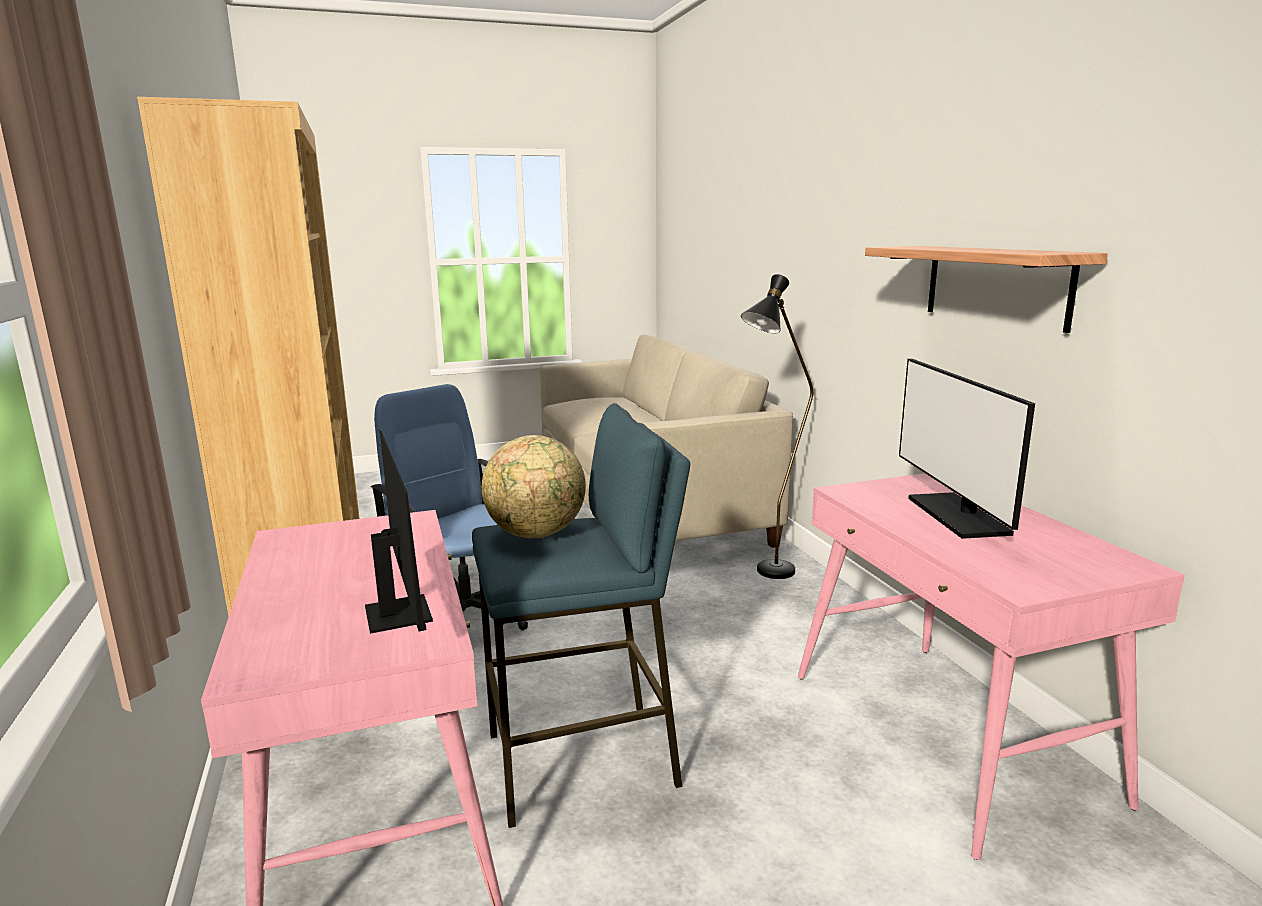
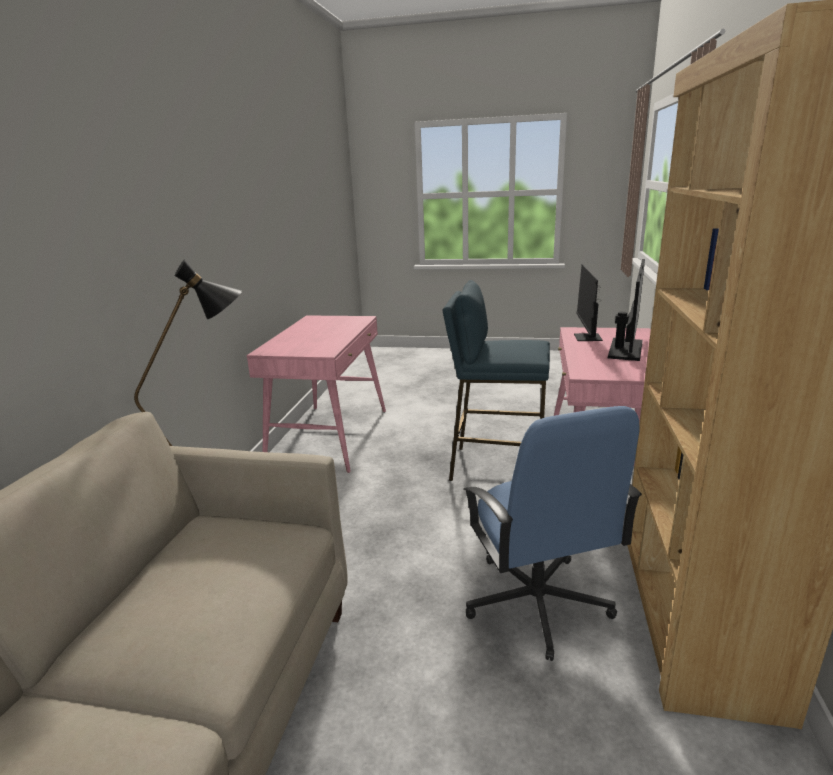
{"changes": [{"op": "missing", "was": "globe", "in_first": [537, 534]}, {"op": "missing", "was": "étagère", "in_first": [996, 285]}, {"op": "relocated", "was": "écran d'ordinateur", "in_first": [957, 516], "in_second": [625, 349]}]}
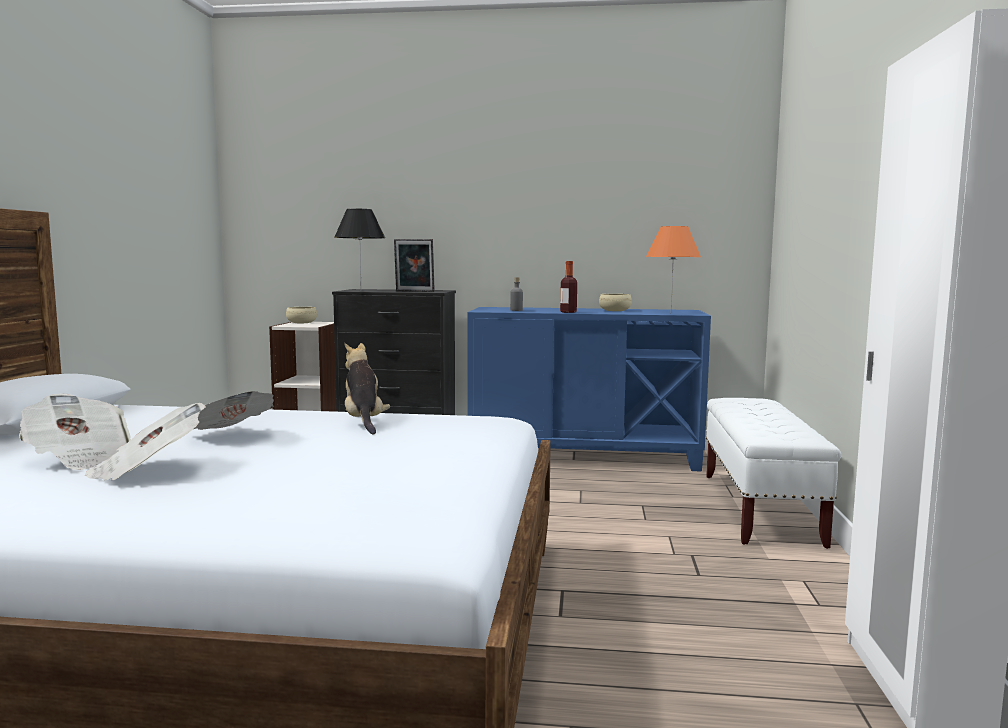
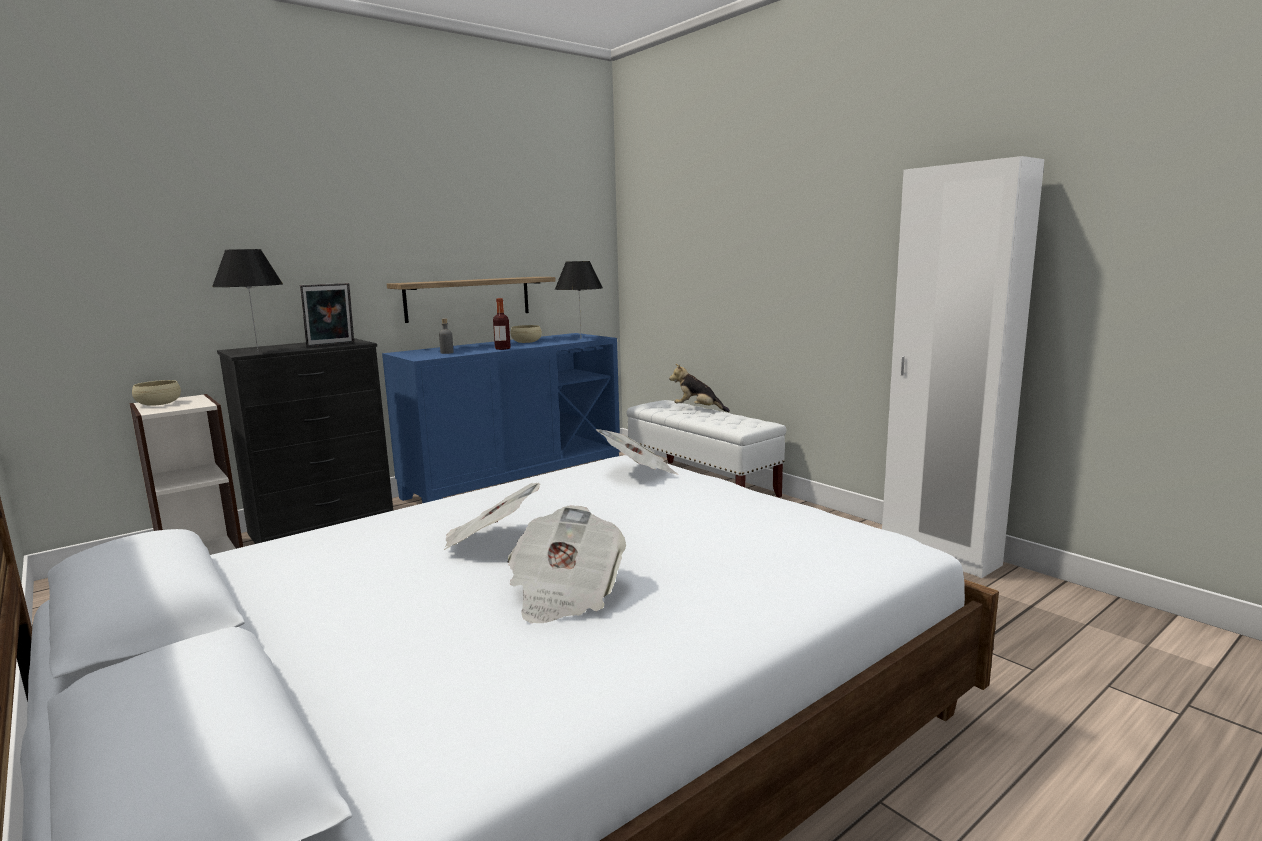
{"changes": [{"op": "appeared", "now": "étagère", "in_second": [468, 298]}, {"op": "relocated", "was": "journal", "in_first": [79, 457], "in_second": [638, 472]}, {"op": "relocated", "was": "peluche", "in_first": [364, 422], "in_second": [698, 409]}, {"op": "colour", "was": "lampe de table (orange)", "now": "lampe de table (noir)", "in_first": [671, 313], "in_second": [580, 339]}]}
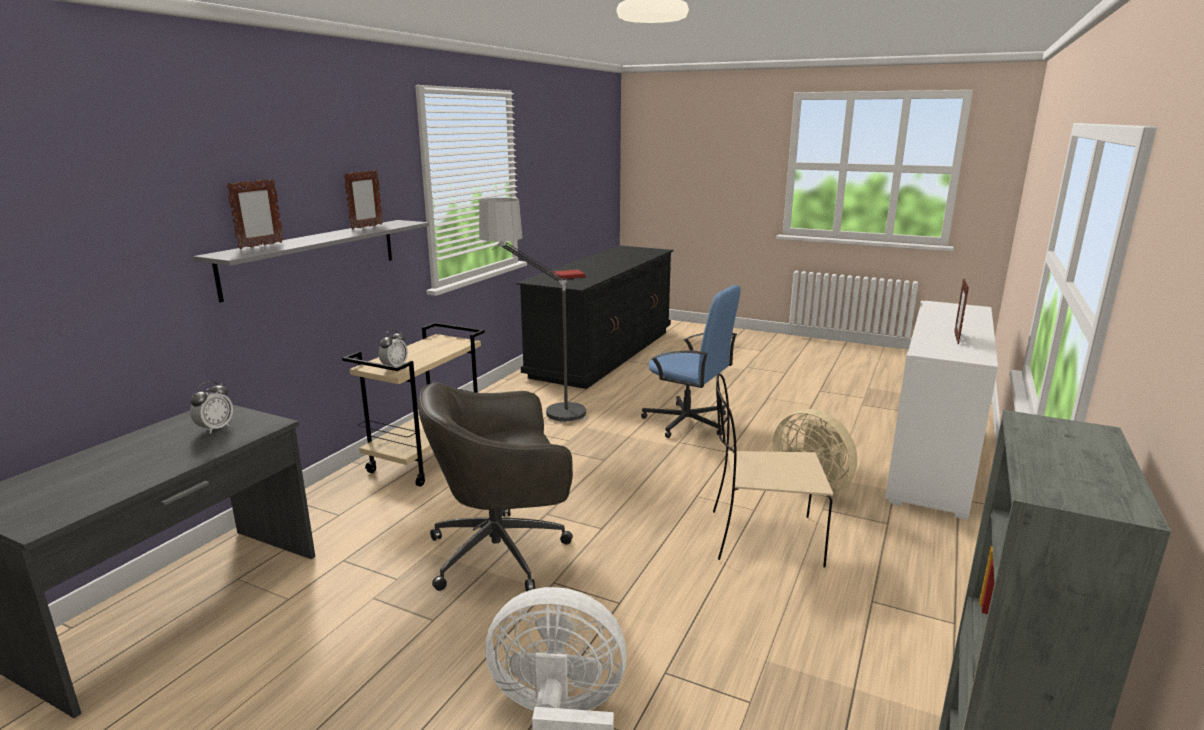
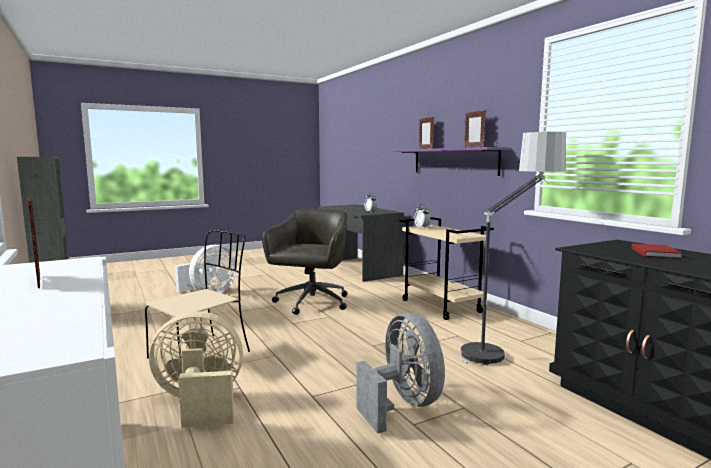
{"changes": [{"op": "exchanged", "was": "chaise de bureau (bleu)", "now": "ventilateur (gris)", "in_first": [687, 422], "in_second": [402, 405]}, {"op": "colour", "was": "étagère (gris)", "now": "étagère (violet)", "in_first": [313, 257], "in_second": [453, 161]}]}
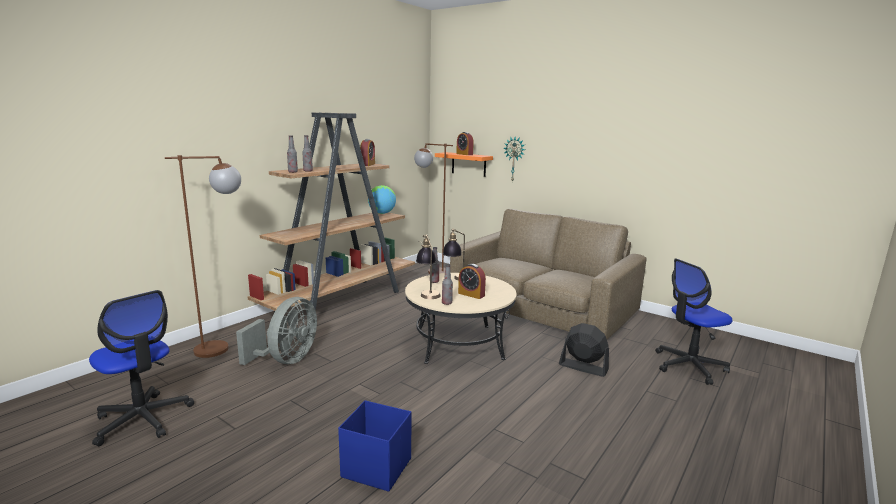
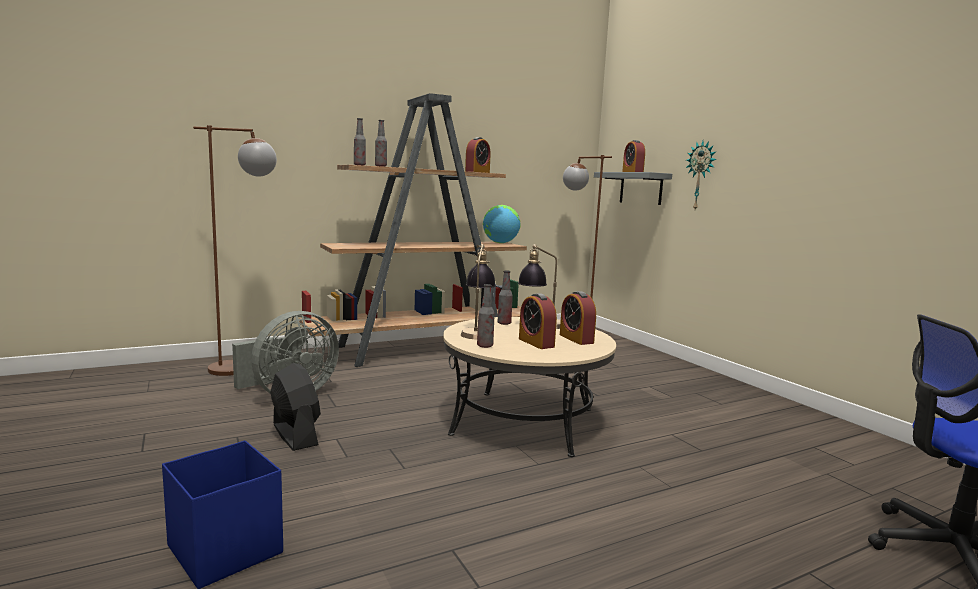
{"changes": [{"op": "missing", "was": "chaise de bureau", "in_first": [143, 419]}, {"op": "missing", "was": "canapé (marron)", "in_first": [541, 307]}, {"op": "appeared", "now": "réveil", "in_second": [576, 339]}, {"op": "relocated", "was": "ventilateur (noir)", "in_first": [583, 367], "in_second": [295, 434]}, {"op": "colour", "was": "étagère (orange)", "now": "étagère (gris)", "in_first": [468, 164], "in_second": [641, 188]}]}
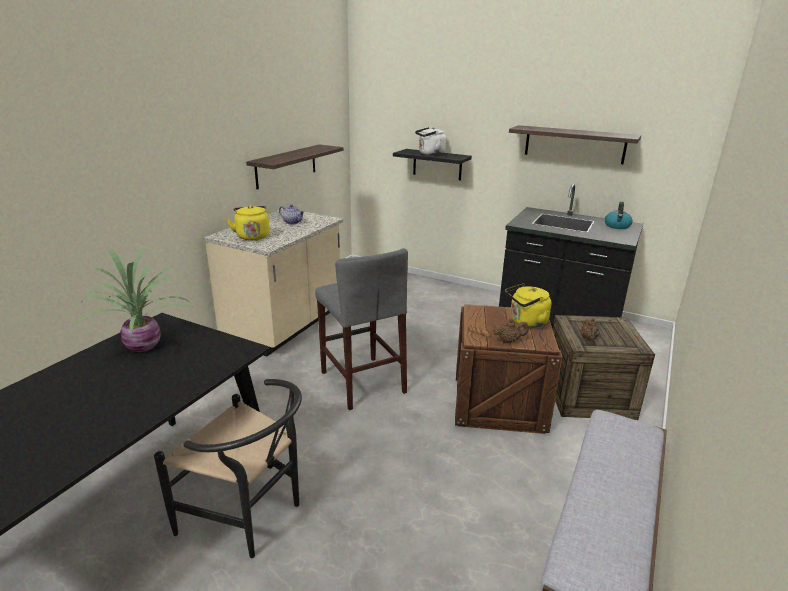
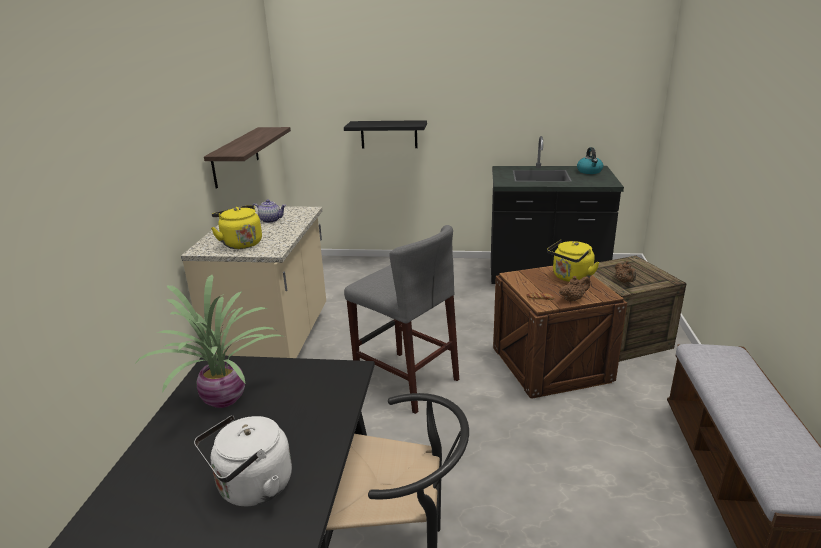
{"changes": [{"op": "missing", "was": "étagère", "in_first": [574, 144]}, {"op": "relocated", "was": "bouilloire (blanc)", "in_first": [430, 154], "in_second": [251, 488]}]}
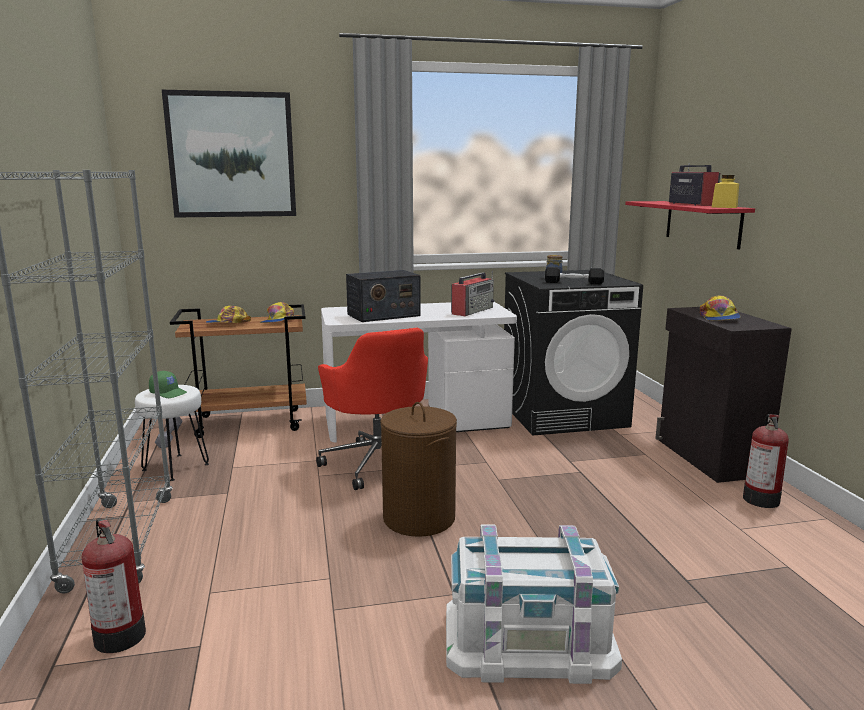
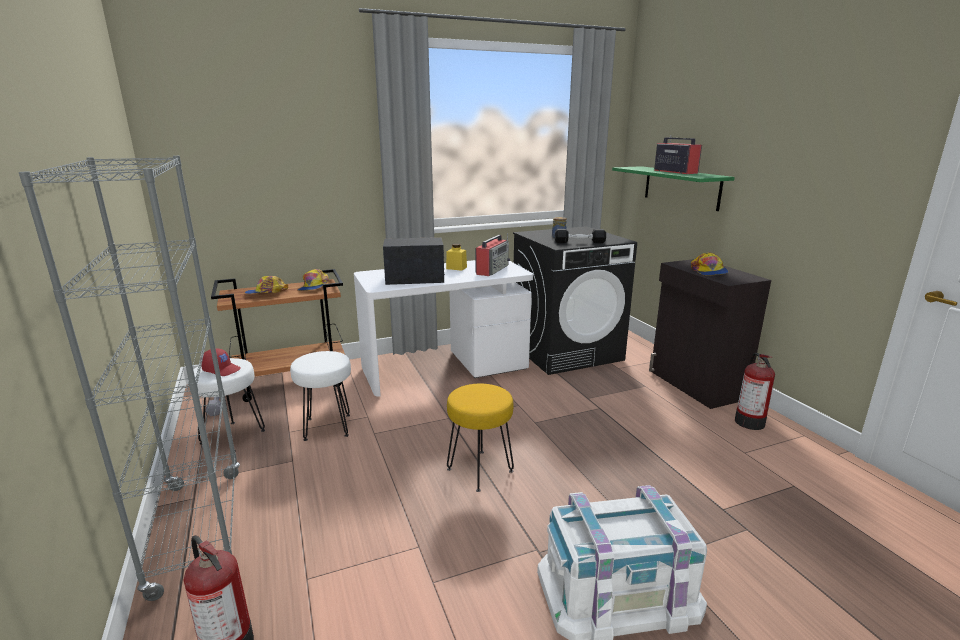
{"changes": [{"op": "missing", "was": "tableau", "in_first": [232, 155]}, {"op": "missing", "was": "chaise de bureau (rouge)", "in_first": [378, 462]}, {"op": "appeared", "now": "tabouret (blanc)", "in_second": [328, 427]}, {"op": "relocated", "was": "bocal (jaune)", "in_first": [724, 207], "in_second": [456, 268]}, {"op": "exchanged", "was": "panier à linge (marron)", "now": "tabouret (jaune)", "in_first": [418, 518], "in_second": [479, 470]}, {"op": "colour", "was": "casquette (vert)", "now": "casquette (rouge)", "in_first": [169, 393], "in_second": [222, 369]}, {"op": "colour", "was": "étagère (rouge)", "now": "étagère (vert)", "in_first": [702, 223], "in_second": [681, 187]}, {"op": "spun", "was": "radio", "in_first": [383, 315], "in_second": [415, 278], "clockwise": -150}]}
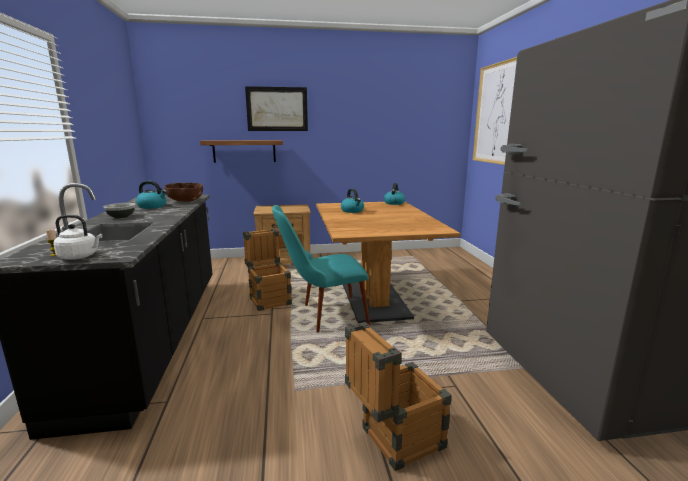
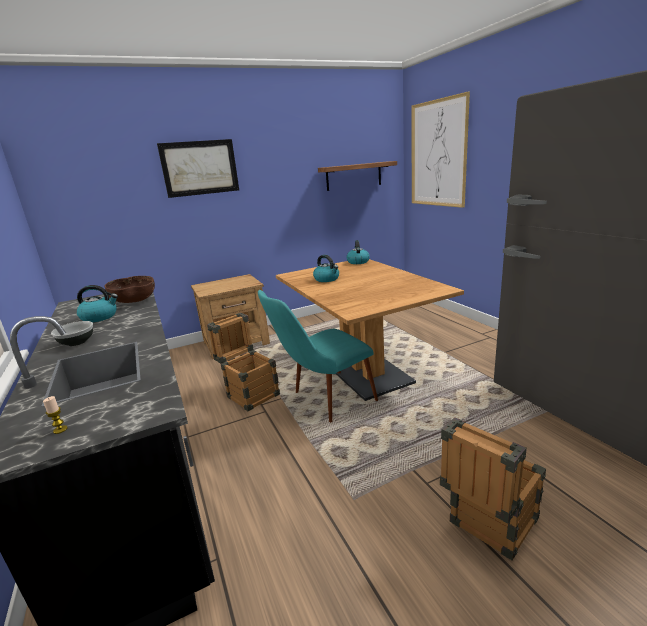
{"changes": [{"op": "missing", "was": "bouilloire (blanc)", "in_first": [80, 257]}, {"op": "relocated", "was": "étagère", "in_first": [244, 151], "in_second": [354, 176]}]}
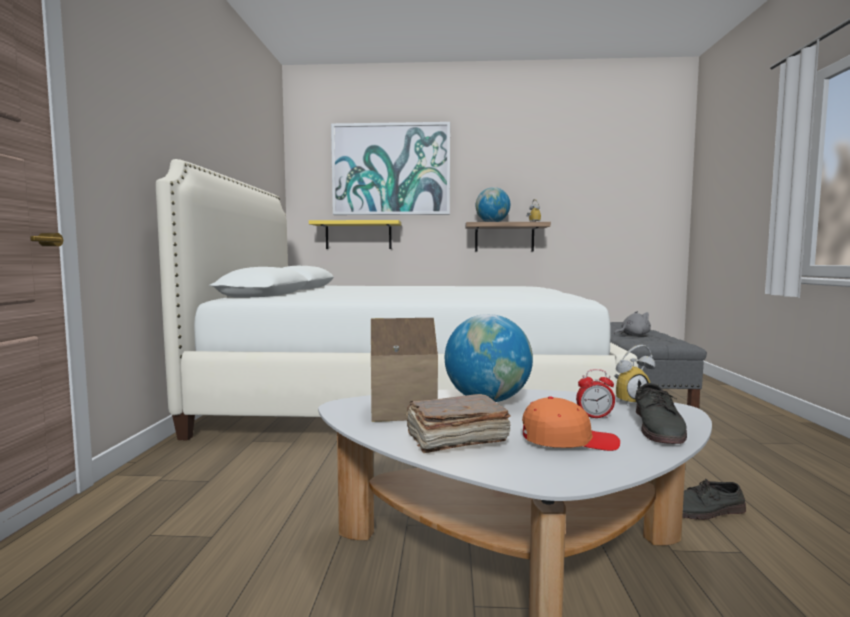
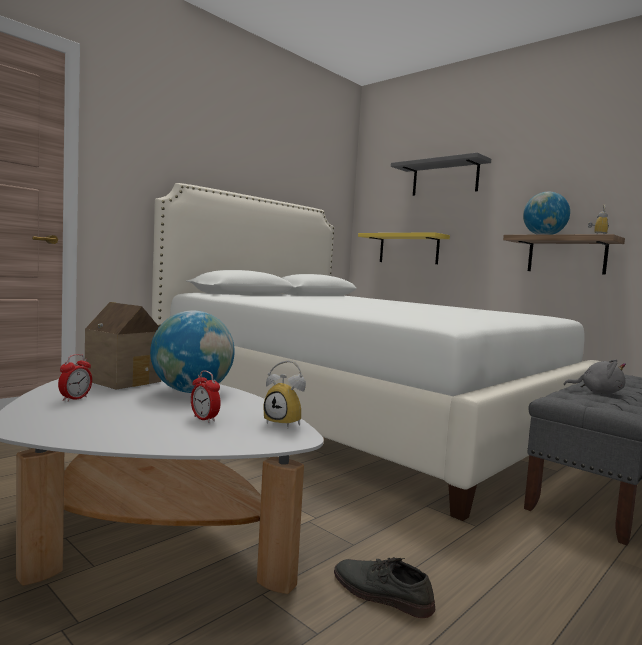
{"changes": [{"op": "missing", "was": "casquette (orange)", "in_first": [568, 440]}, {"op": "missing", "was": "chaussure (gris)", "in_first": [659, 427]}, {"op": "exchanged", "was": "tableau", "now": "étagère (gris)", "in_first": [391, 169], "in_second": [445, 178]}, {"op": "exchanged", "was": "livre (marron)", "now": "réveil", "in_first": [454, 439], "in_second": [75, 399]}]}
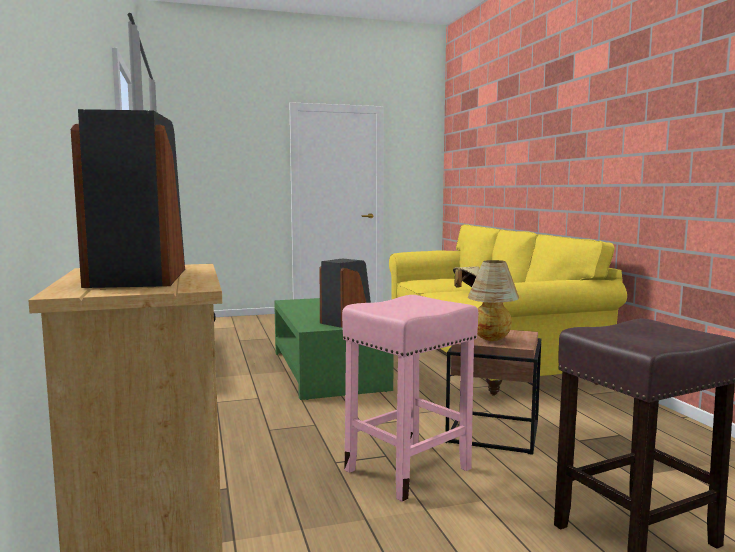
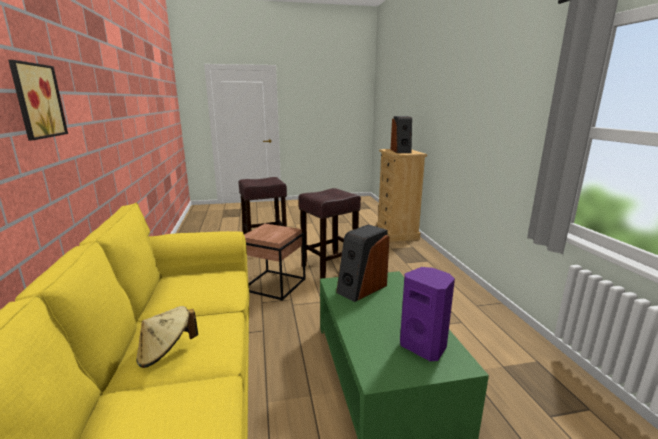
{"changes": [{"op": "missing", "was": "lampe de table", "in_first": [491, 340]}, {"op": "appeared", "now": "tableau", "in_second": [35, 101]}, {"op": "appeared", "now": "enceinte (violet)", "in_second": [424, 346]}, {"op": "colour", "was": "tabouret (rose)", "now": "tabouret (marron)", "in_first": [409, 469], "in_second": [329, 267]}]}
